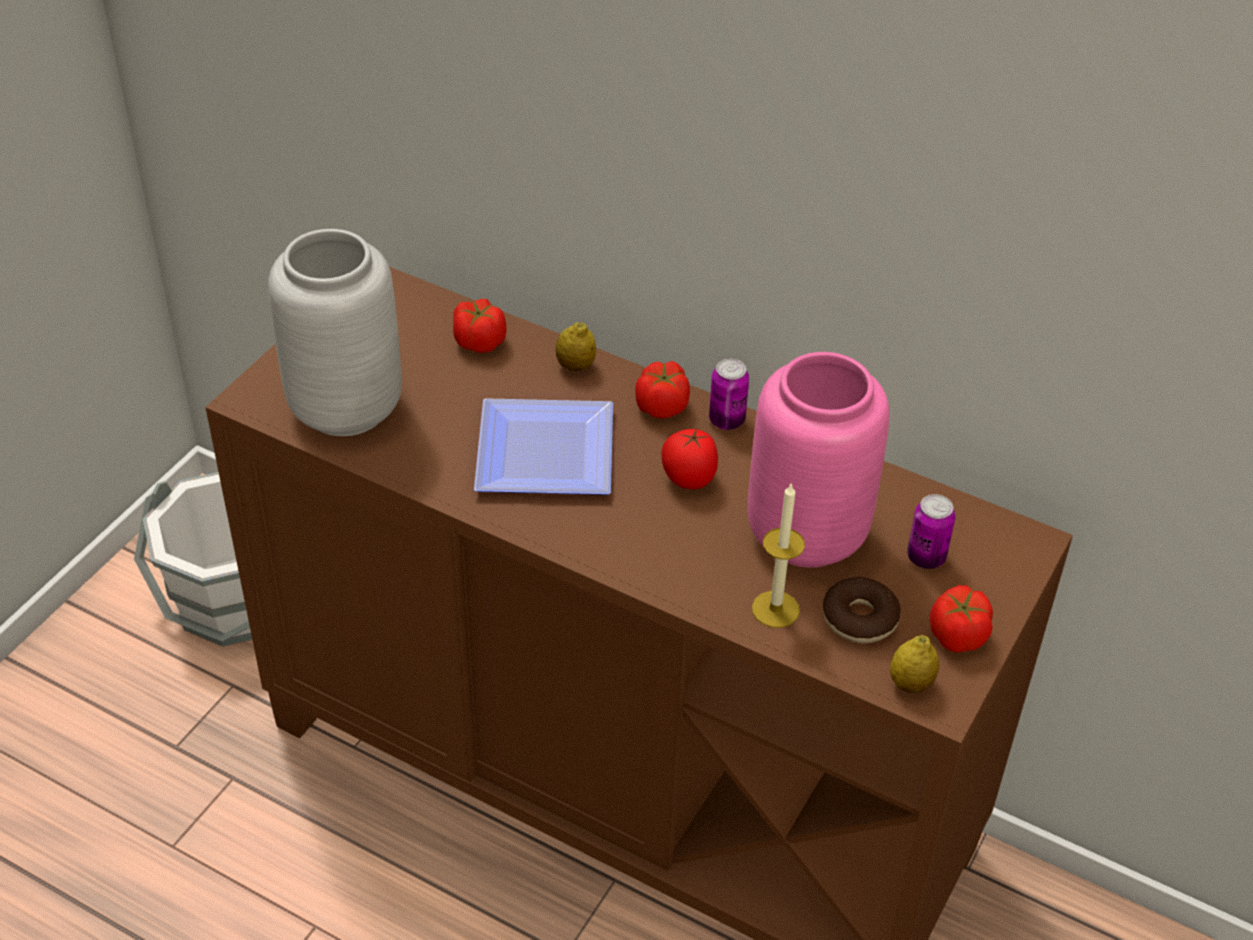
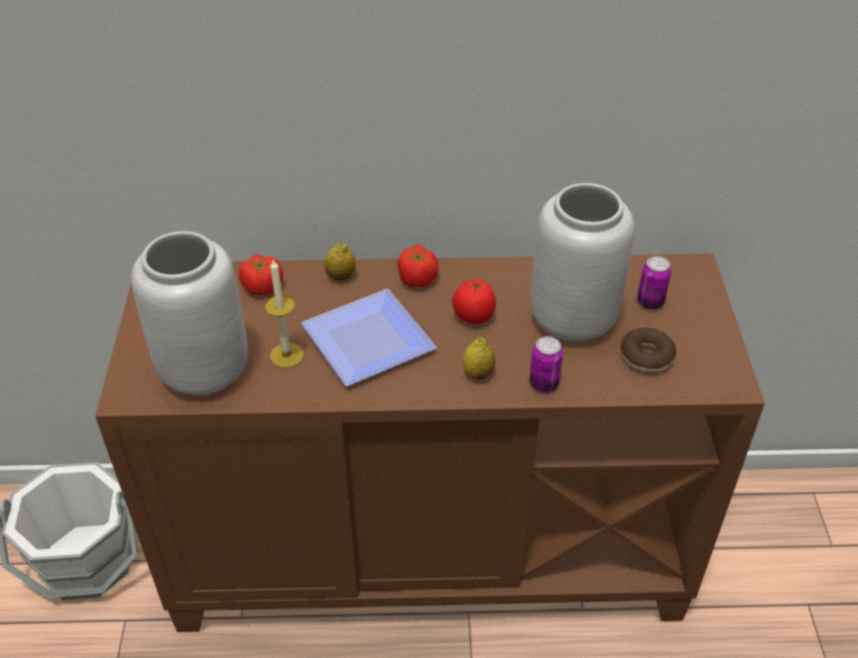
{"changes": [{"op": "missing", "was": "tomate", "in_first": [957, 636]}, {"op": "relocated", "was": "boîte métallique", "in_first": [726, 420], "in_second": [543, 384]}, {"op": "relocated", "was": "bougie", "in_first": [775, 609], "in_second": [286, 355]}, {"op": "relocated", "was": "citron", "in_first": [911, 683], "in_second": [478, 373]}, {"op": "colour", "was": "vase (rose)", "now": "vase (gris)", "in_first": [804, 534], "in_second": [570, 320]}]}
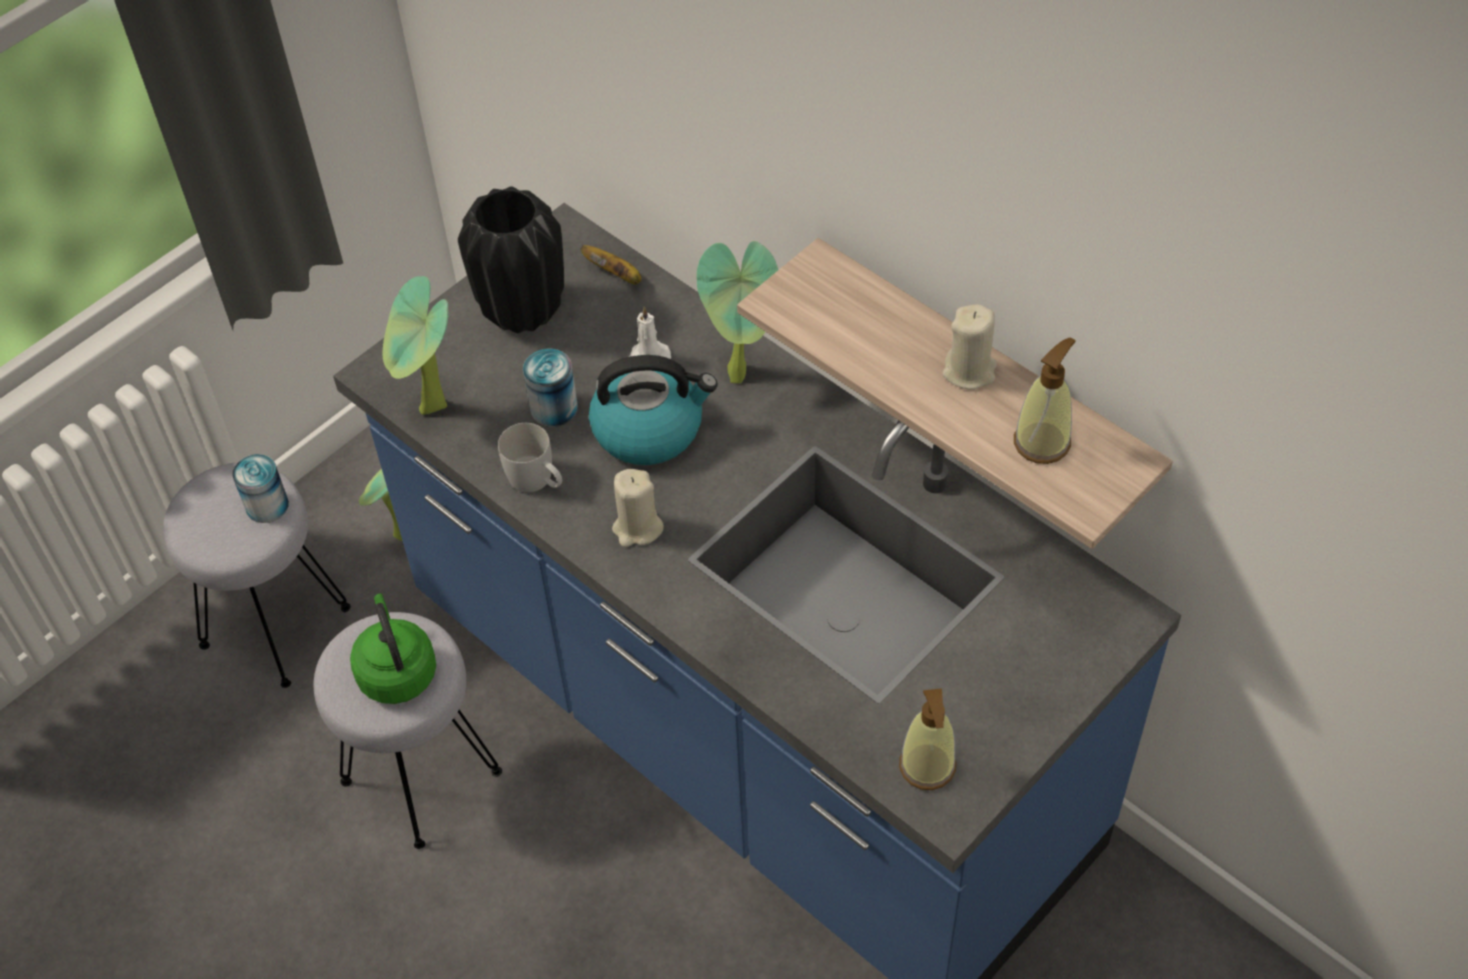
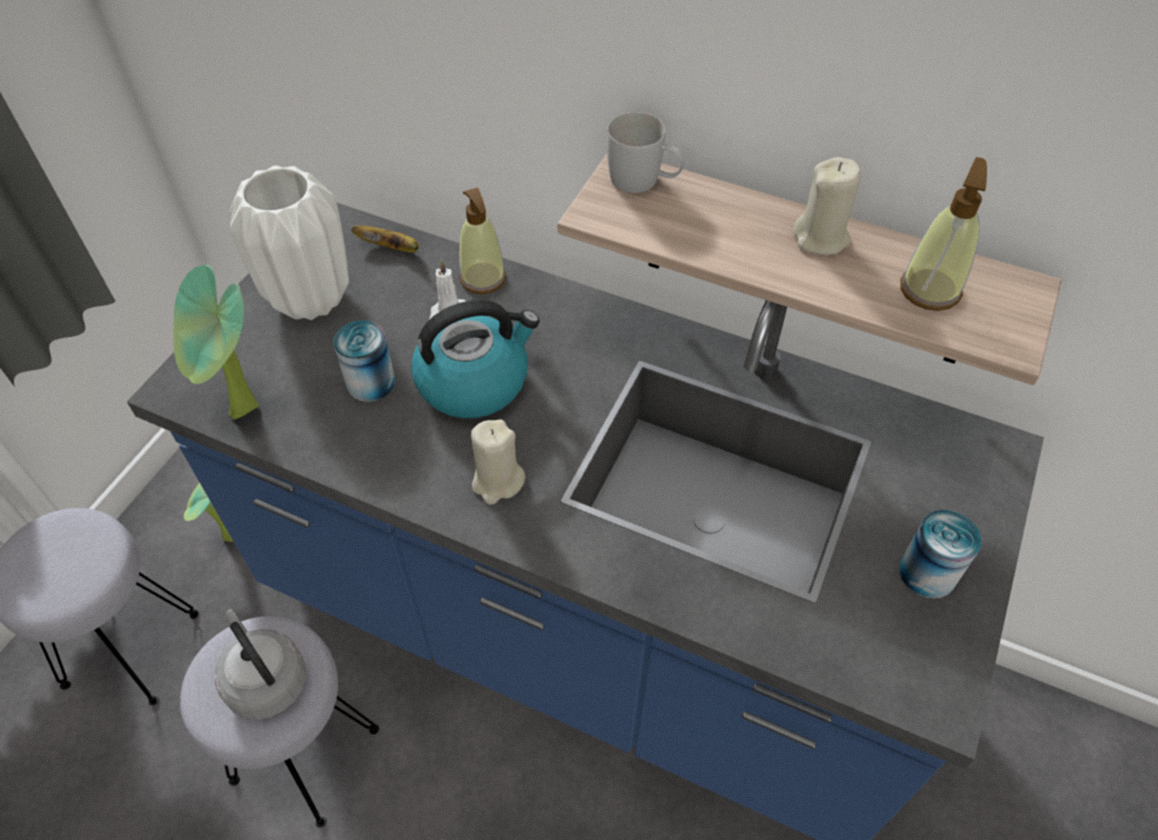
{"changes": [{"op": "missing", "was": "plante en pot", "in_first": [742, 375]}, {"op": "relocated", "was": "boîte métallique", "in_first": [267, 505], "in_second": [927, 573]}, {"op": "relocated", "was": "mug (blanc)", "in_first": [537, 481], "in_second": [644, 181]}, {"op": "relocated", "was": "distributeur de savon", "in_first": [927, 766], "in_second": [483, 279]}, {"op": "colour", "was": "bouilloire (vert)", "now": "bouilloire (gris)", "in_first": [396, 671], "in_second": [265, 680]}, {"op": "colour", "was": "vase (noir)", "now": "vase (blanc)", "in_first": [523, 310], "in_second": [310, 298]}]}
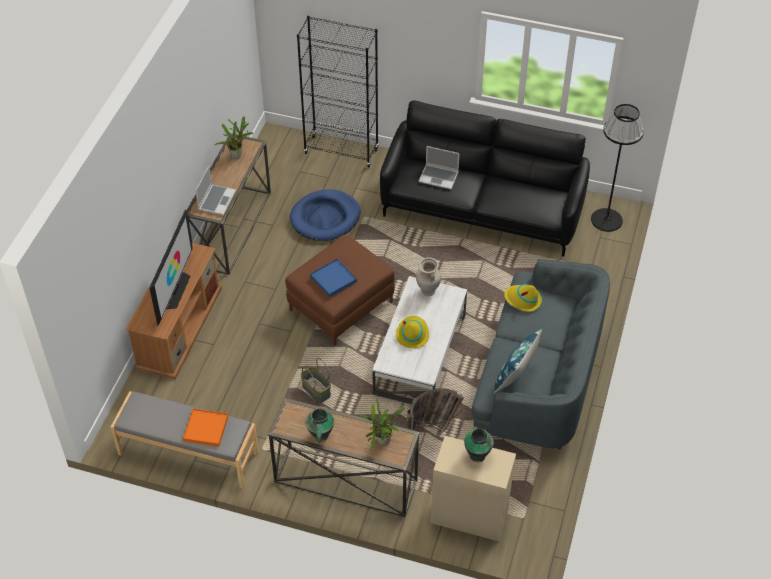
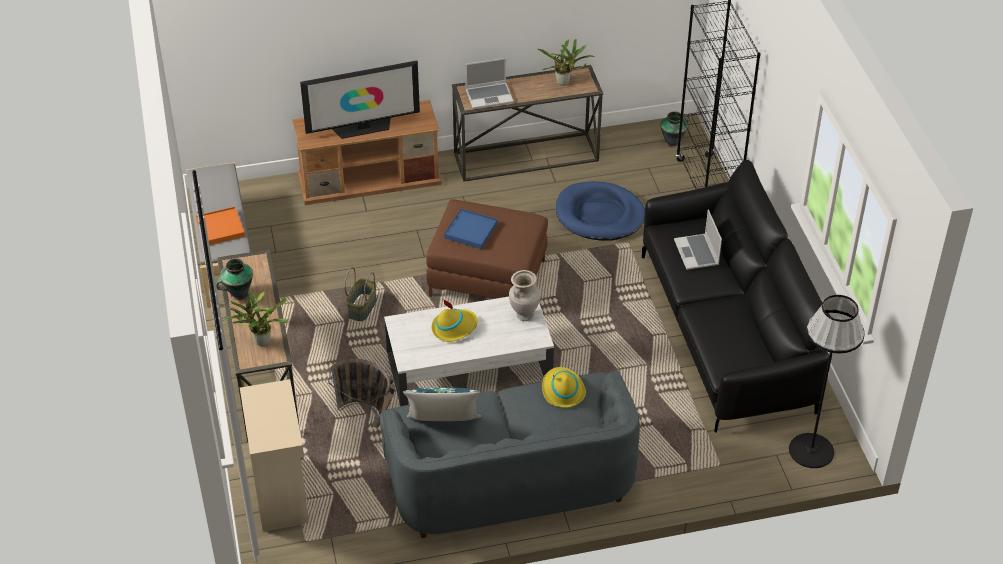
{"changes": [{"op": "relocated", "was": "vase", "in_first": [477, 454], "in_second": [673, 142]}]}
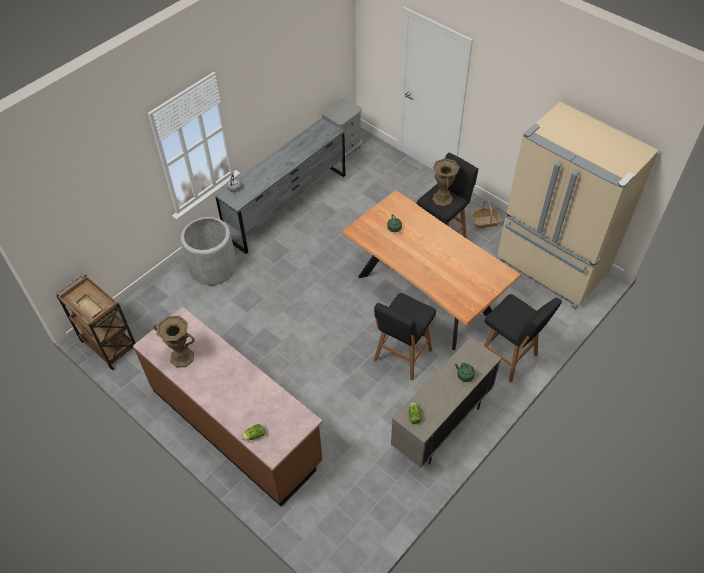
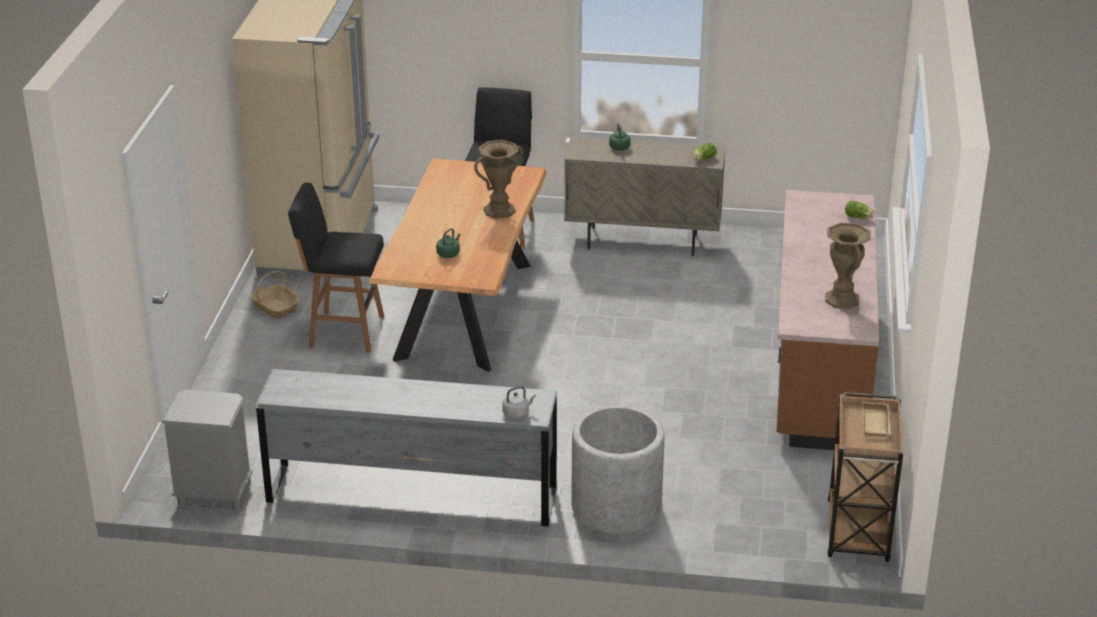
{"changes": [{"op": "missing", "was": "tabouret (noir)", "in_first": [401, 357]}, {"op": "relocated", "was": "vase (marron)", "in_first": [442, 199], "in_second": [499, 210]}]}
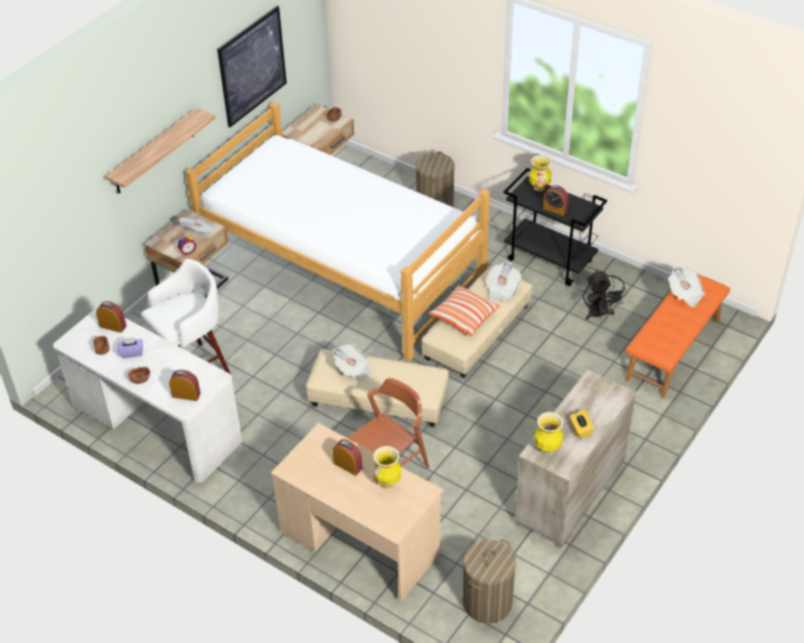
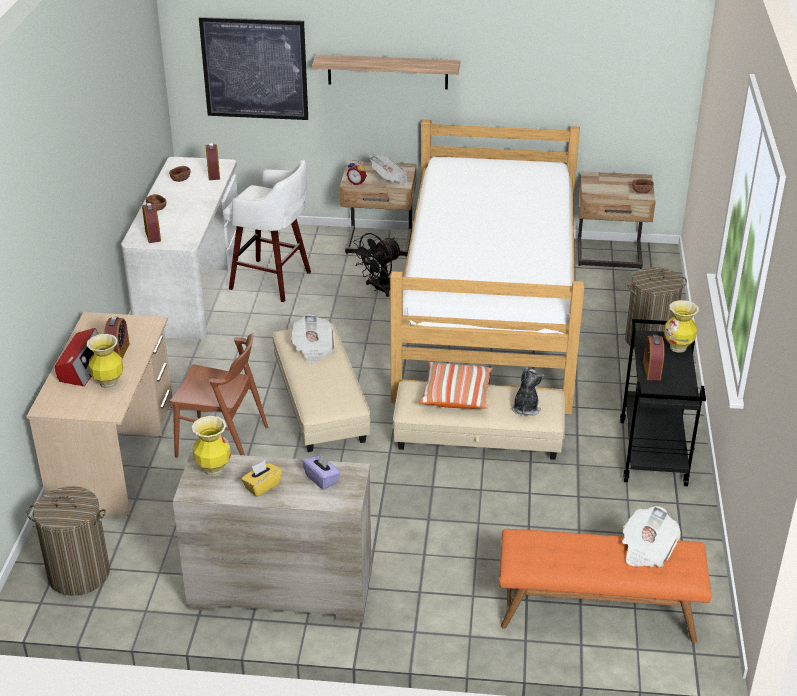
{"changes": [{"op": "appeared", "now": "radio", "in_second": [82, 366]}, {"op": "relocated", "was": "boîte à mouchoirs (violet)", "in_first": [131, 352], "in_second": [322, 479]}, {"op": "relocated", "was": "tableau", "in_first": [252, 66], "in_second": [254, 68]}, {"op": "relocated", "was": "ventilateur (noir)", "in_first": [599, 315], "in_second": [379, 289]}, {"op": "exchanged", "was": "journal", "now": "peluche", "in_first": [501, 290], "in_second": [525, 408]}]}
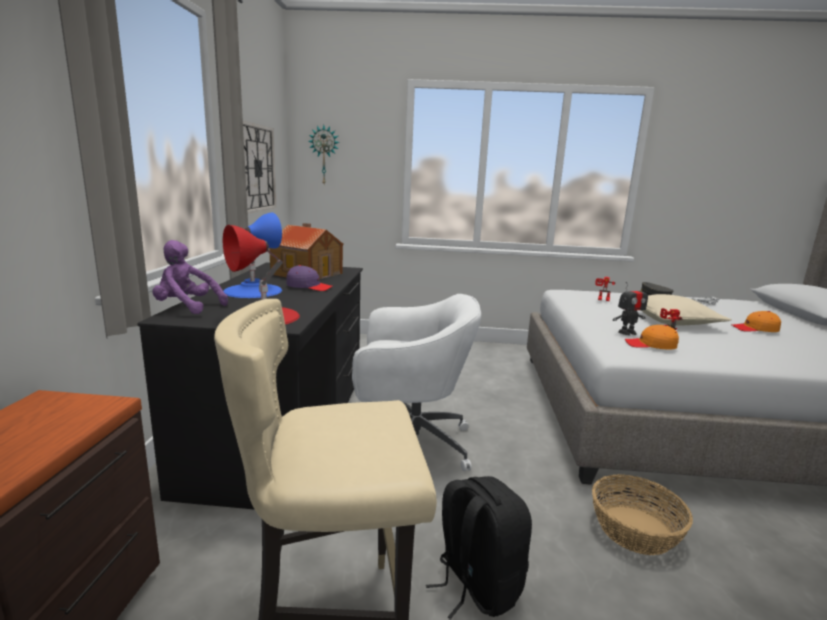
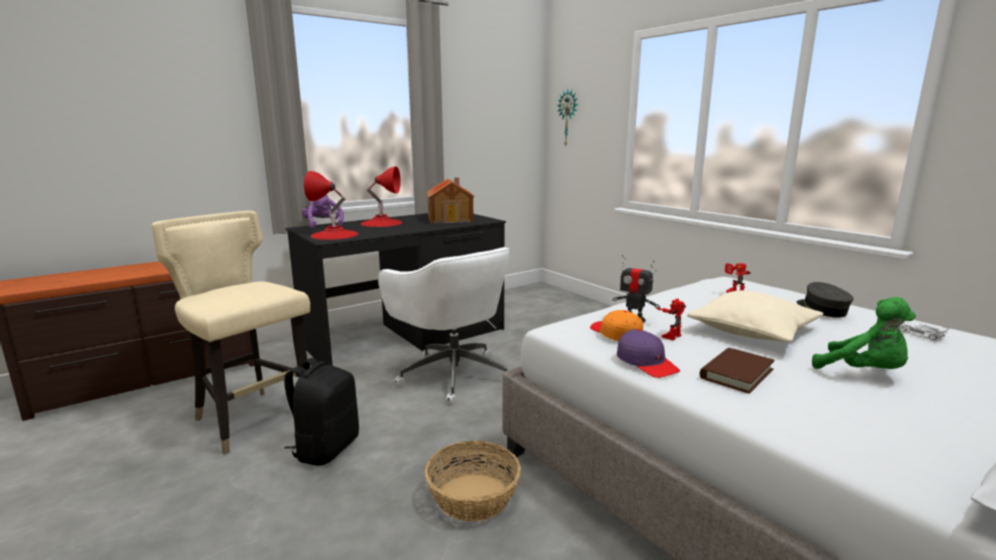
{"changes": [{"op": "missing", "was": "horloge murale", "in_first": [256, 168]}, {"op": "appeared", "now": "livre (marron)", "in_second": [736, 373]}, {"op": "relocated", "was": "casquette (violet)", "in_first": [309, 287], "in_second": [646, 363]}, {"op": "exchanged", "was": "casquette (orange)", "now": "peluche (vert)", "in_first": [755, 329], "in_second": [863, 372]}, {"op": "colour", "was": "lampe de table (bleu)", "now": "lampe de table (rouge)", "in_first": [253, 290], "in_second": [381, 223]}]}
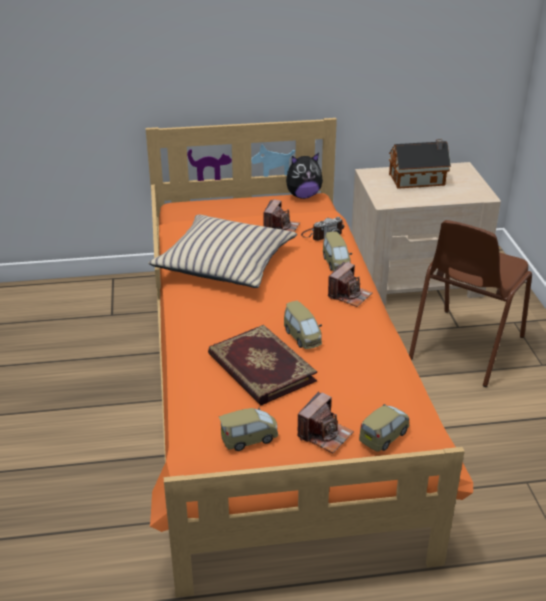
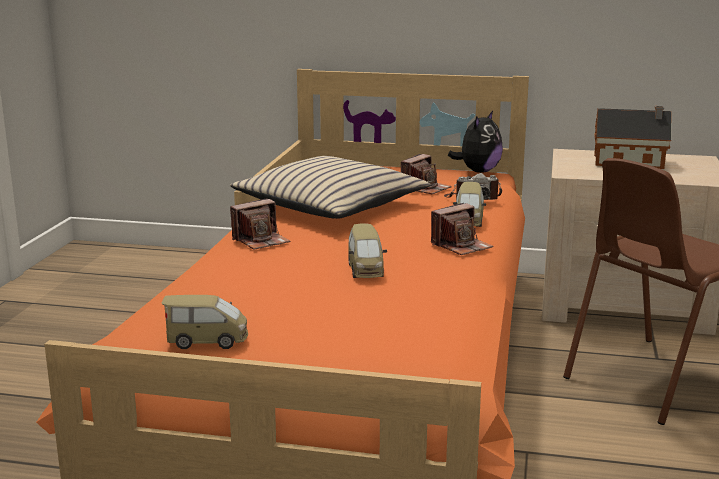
{"changes": [{"op": "missing", "was": "livre", "in_first": [260, 368]}, {"op": "missing", "was": "petite voiture", "in_first": [384, 436]}, {"op": "relocated", "was": "appareil photo", "in_first": [324, 434], "in_second": [261, 241]}, {"op": "spun", "was": "peluche", "in_first": [303, 196], "in_second": [478, 171], "clockwise": -60}]}
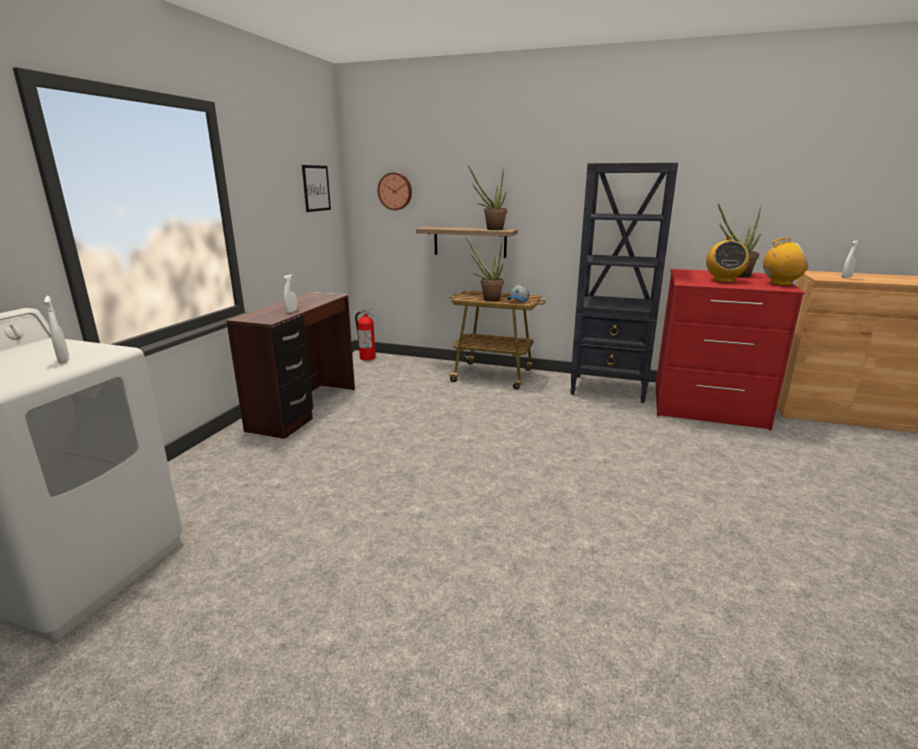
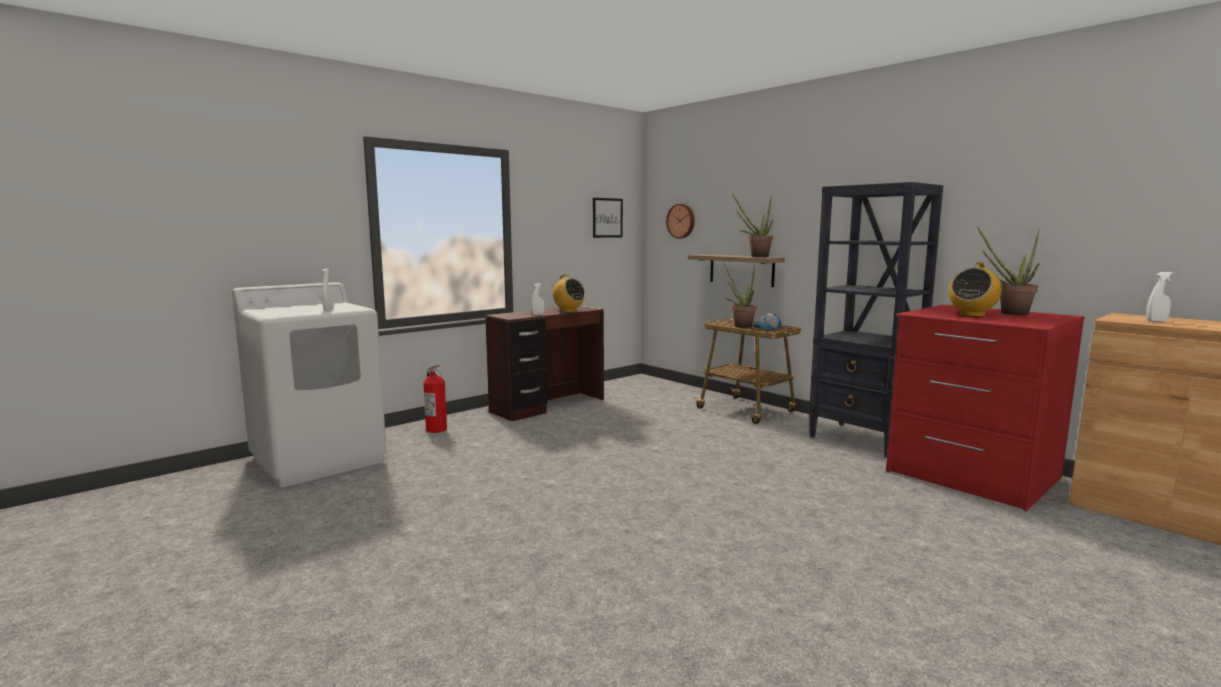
{"changes": [{"op": "relocated", "was": "extincteur", "in_first": [367, 358], "in_second": [436, 429]}, {"op": "relocated", "was": "radio", "in_first": [780, 284], "in_second": [568, 311]}]}
